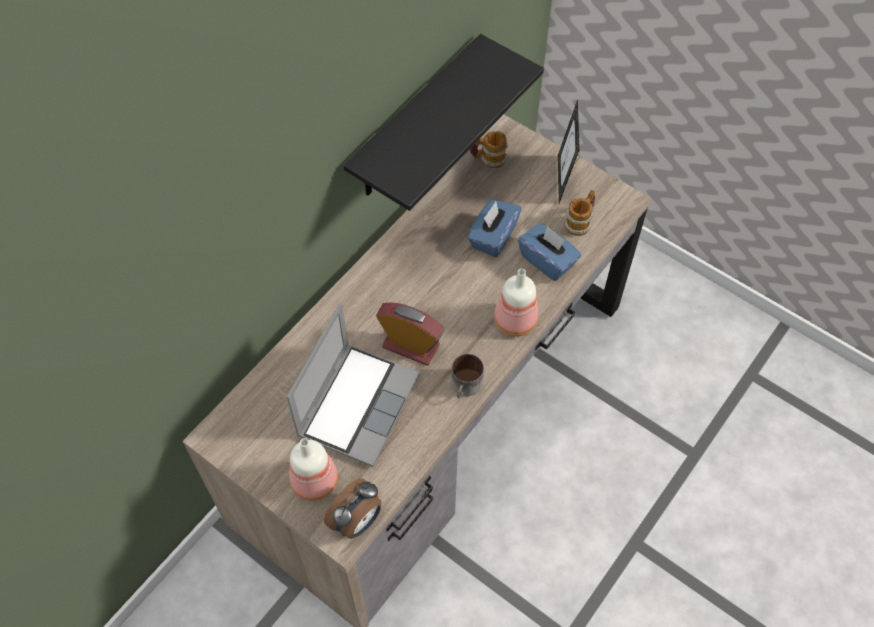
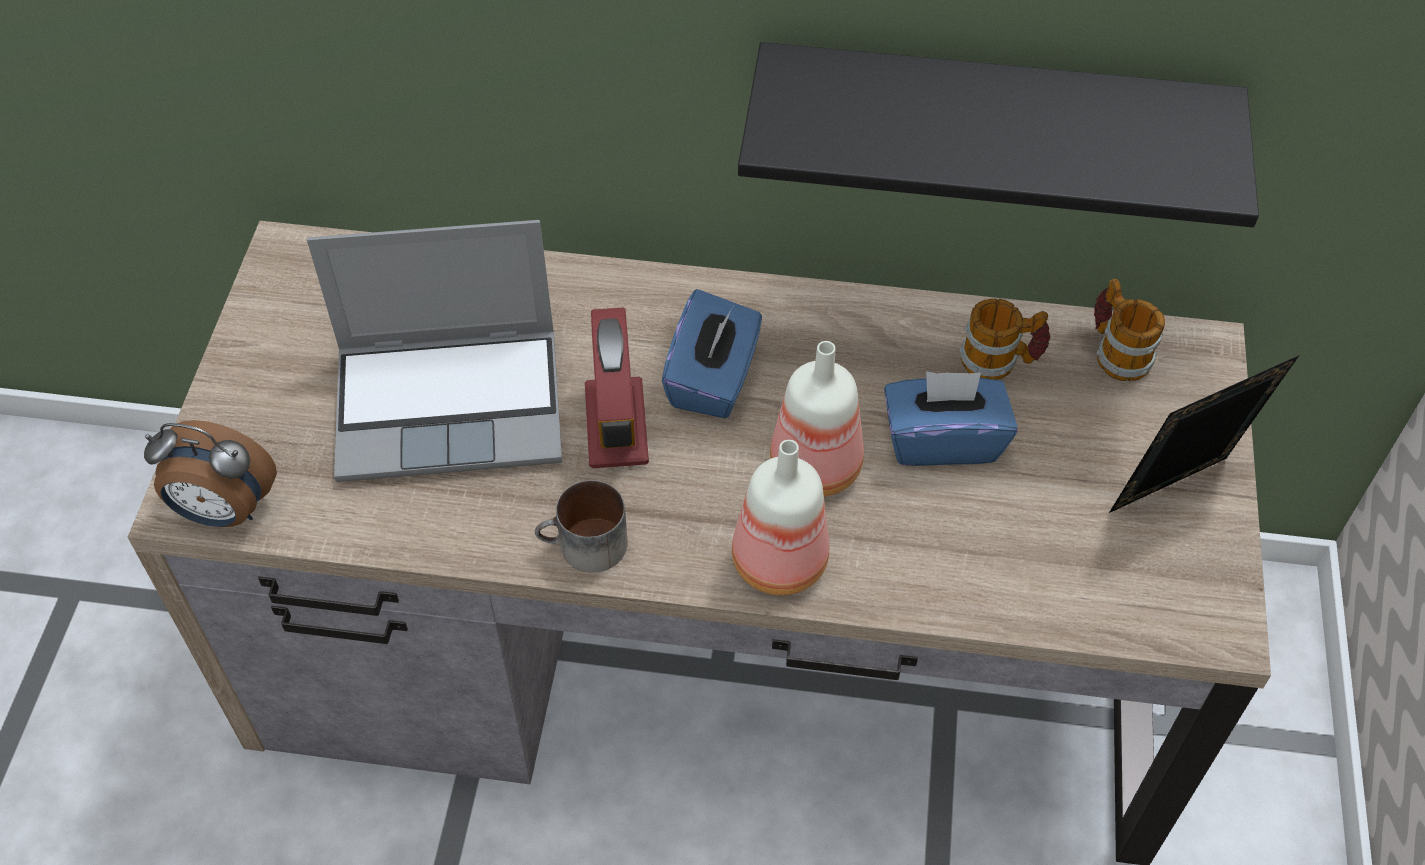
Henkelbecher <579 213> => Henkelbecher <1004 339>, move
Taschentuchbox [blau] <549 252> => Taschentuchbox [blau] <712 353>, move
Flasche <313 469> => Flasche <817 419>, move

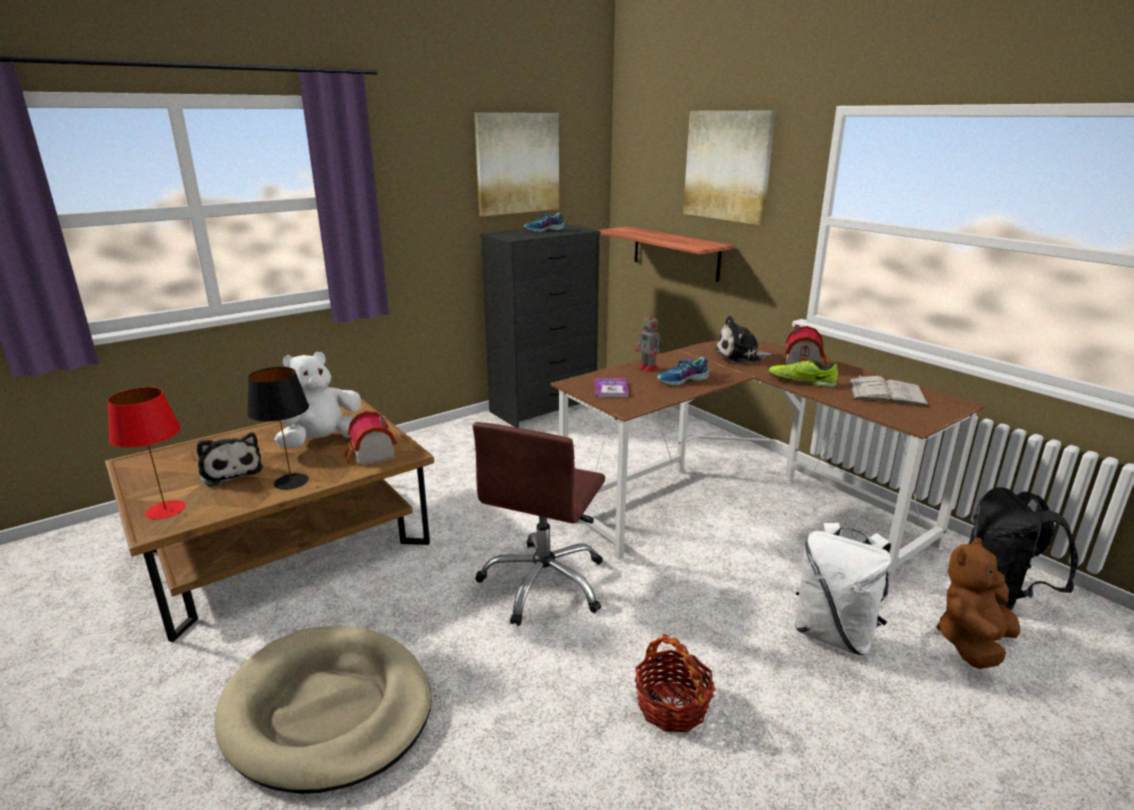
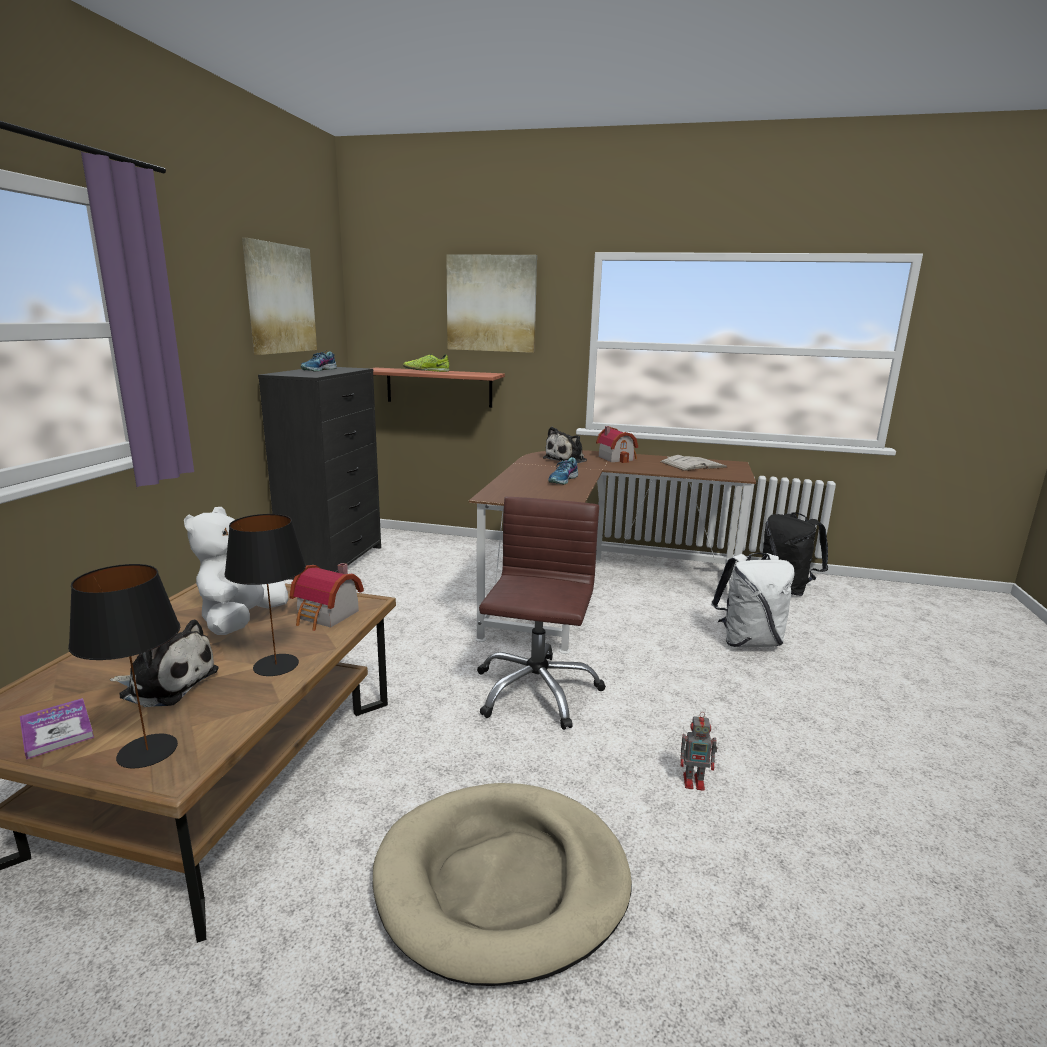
Spielzeugroboter <649 342> => Spielzeugroboter <698 751>, move
Schuh <803 373> => Schuh <426 363>, move
Buch <612 388> => Buch <57 729>, move
Tischlampe [rot] <146 453> => Tischlampe [schwarz] <124 666>
Bürostuhl [braun] <539 524> => Bürostuhl [braun] <541 613>, 150 degrees counterclockwise
Plüschtier [braun] <978 603> => nothing
Korb <675 683> => nothing

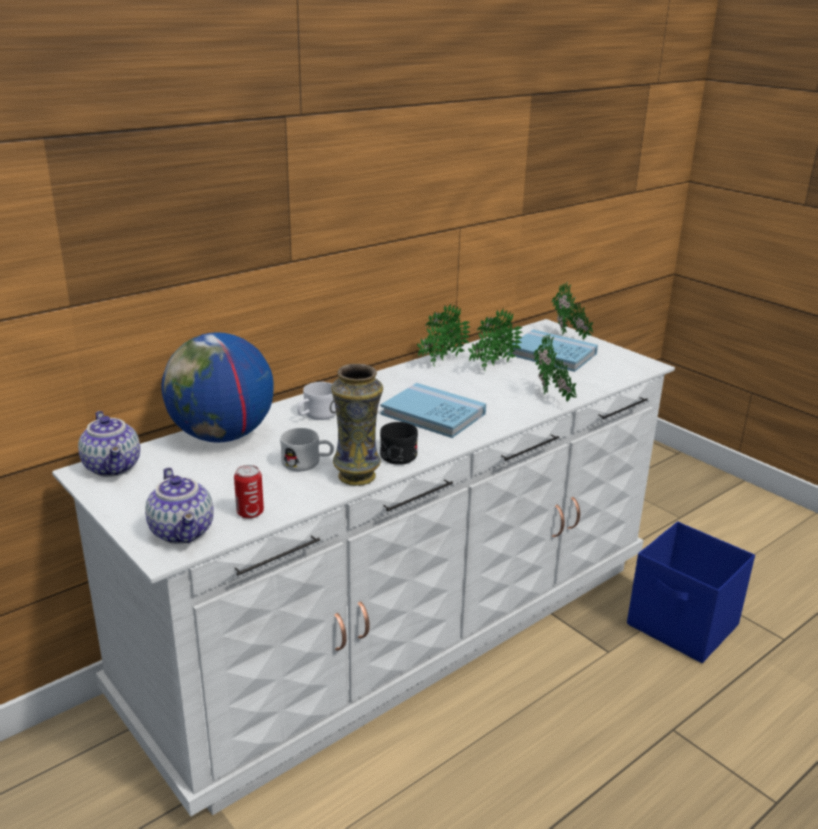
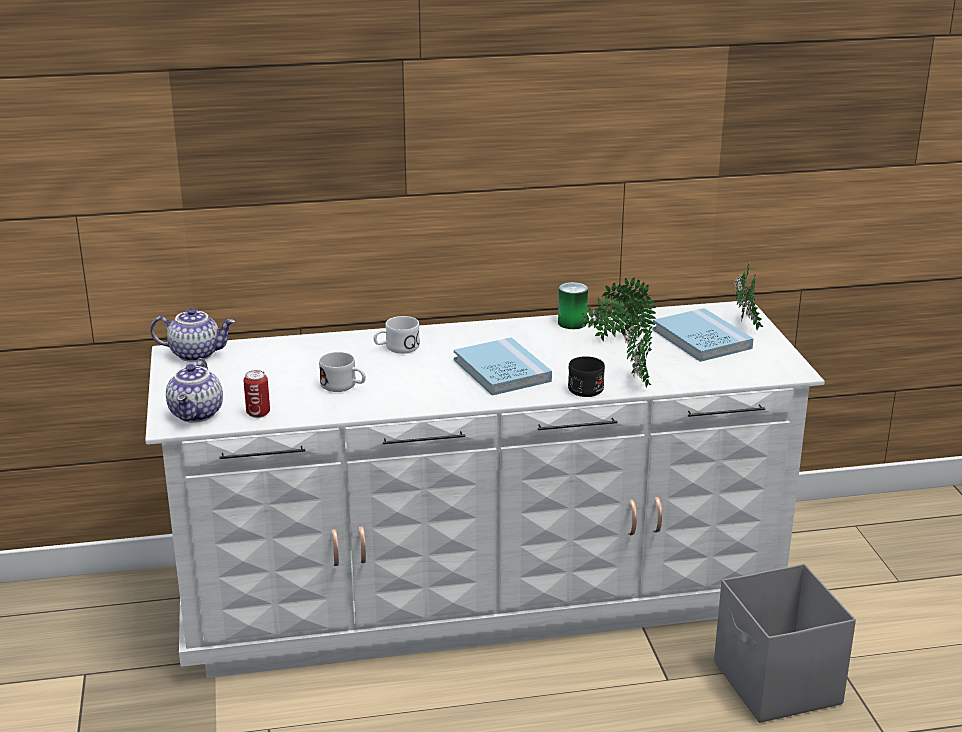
Topfpflanze <443 335> => Dose <573 305>
Globus <217 388> => nothing
Vase <357 425> => nothing
Teekanne <109 444> => Teekanne <192 335>, 90 degrees counterclockwise
Henkelbecher [schwarz] <399 443> => Henkelbecher [schwarz] <586 376>, move
Aufbewahrungsbox [blau] <691 592> => Aufbewahrungsbox [grau] <785 643>

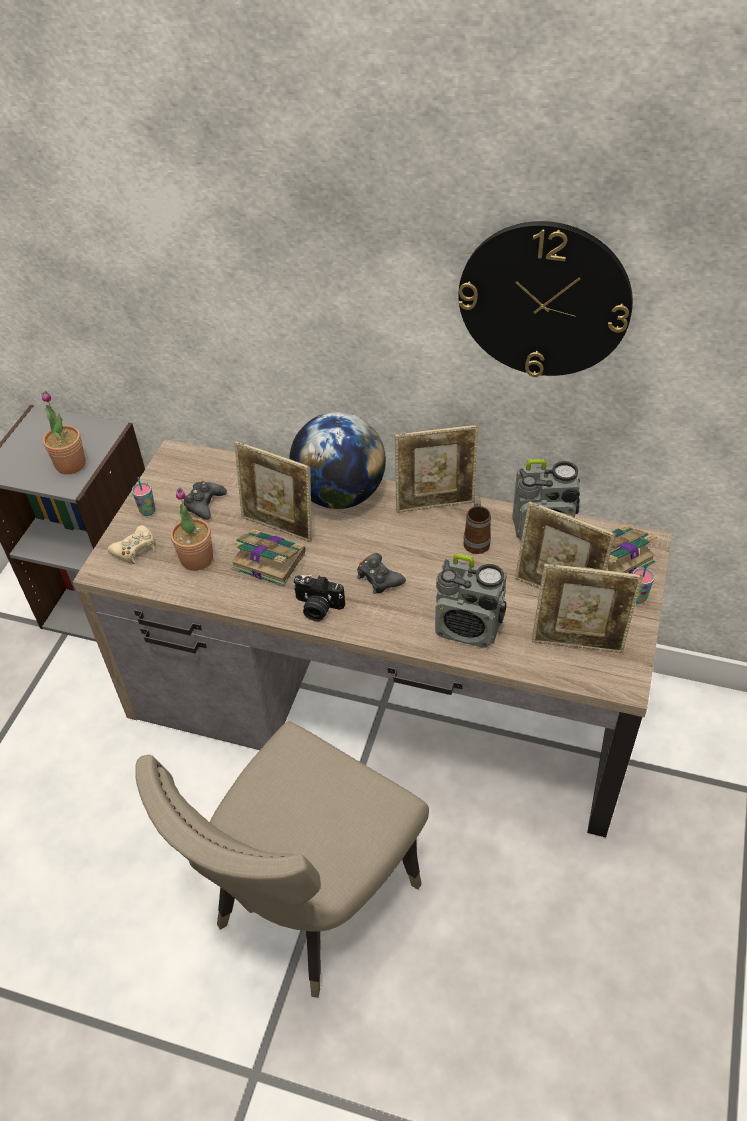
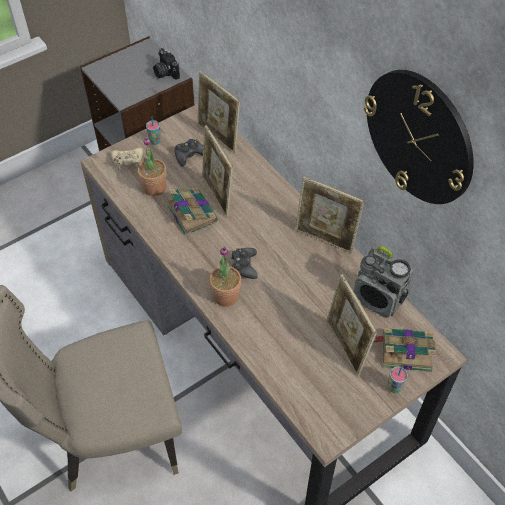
Topfpflanze <64 432> => Topfpflanze <225 277>, move
Globus <337 460> => nothing
Henkelbecher <477 525> => nothing
Radio <471 601> => nothing
Bilderrahmen <587 608> => Bilderrahmen <218 112>, move
Kamera <319 598> => Kamera <166 64>, move

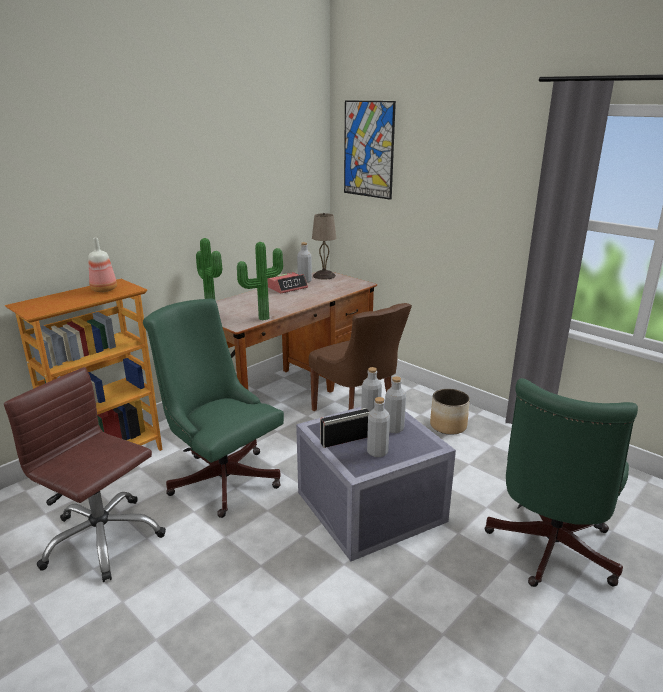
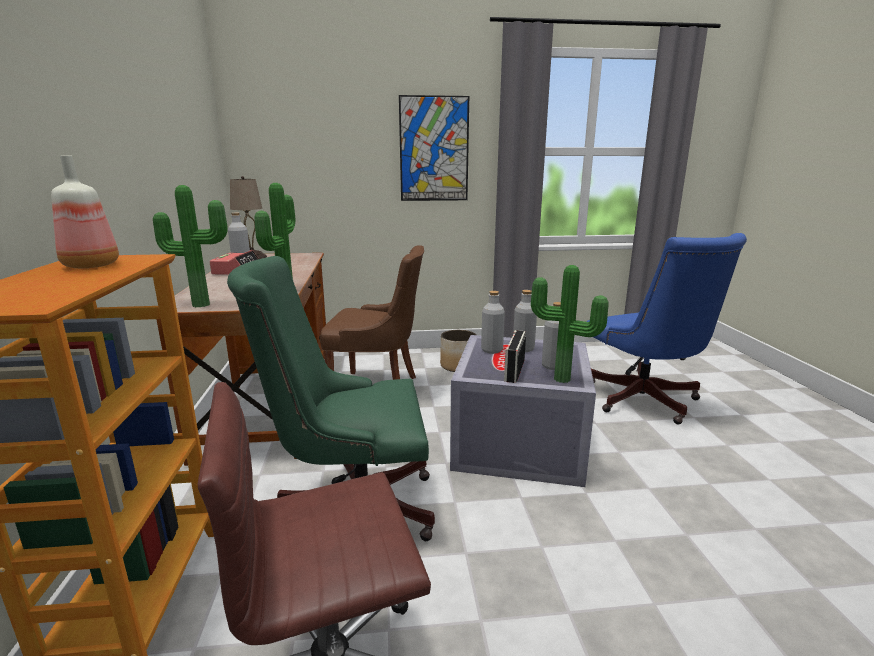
Bild <370 150> => Bild <434 148>, move
Bürostuhl [grün] <561 482> => Bürostuhl [blau] <667 329>
nothing => Topfpflanze <569 324>

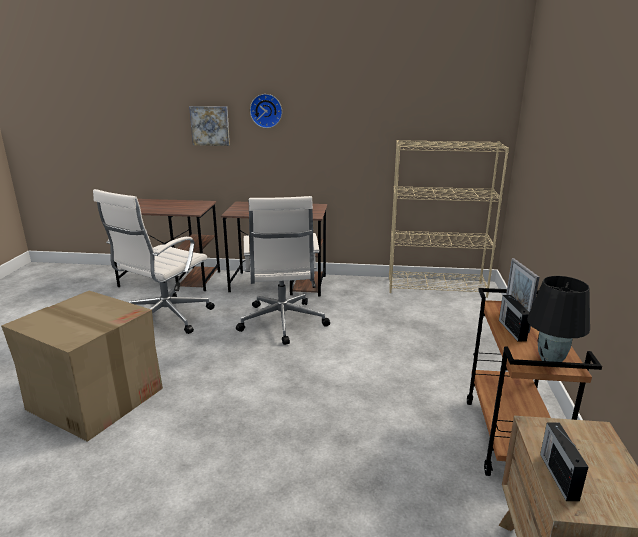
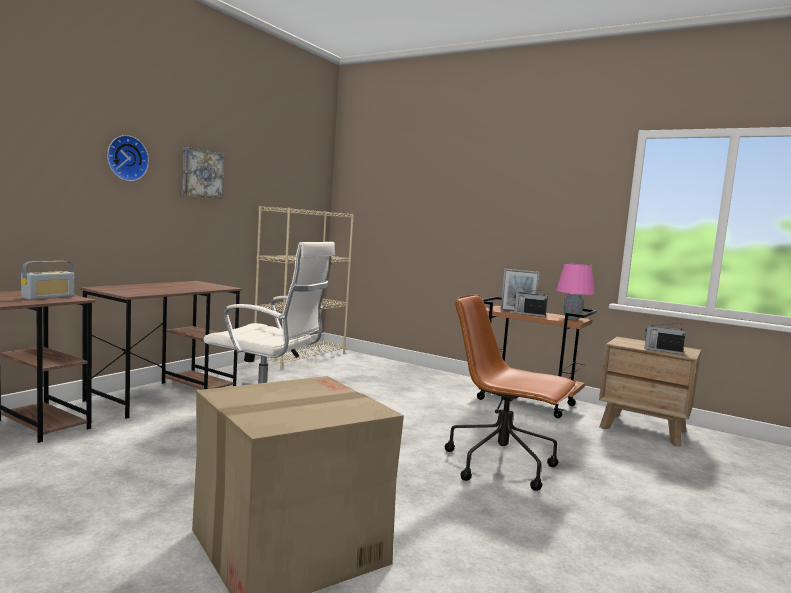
Bild <209 126> => Bild <203 173>, move
Bürostuhl [weiß] <154 261> => nothing
Tischlampe [schwarz] <558 319> => Tischlampe [rosa] <575 291>
nothing => Radio <47 280>
nothing => Bürostuhl [braun] <511 392>

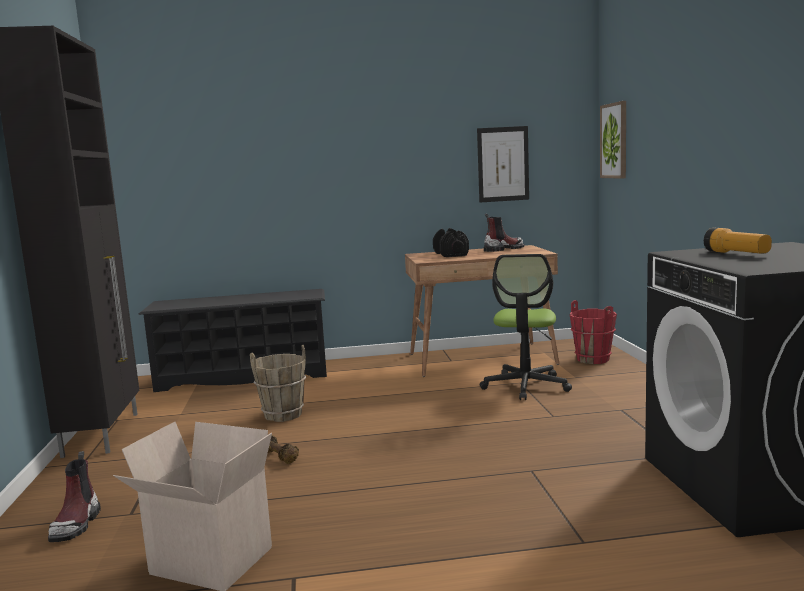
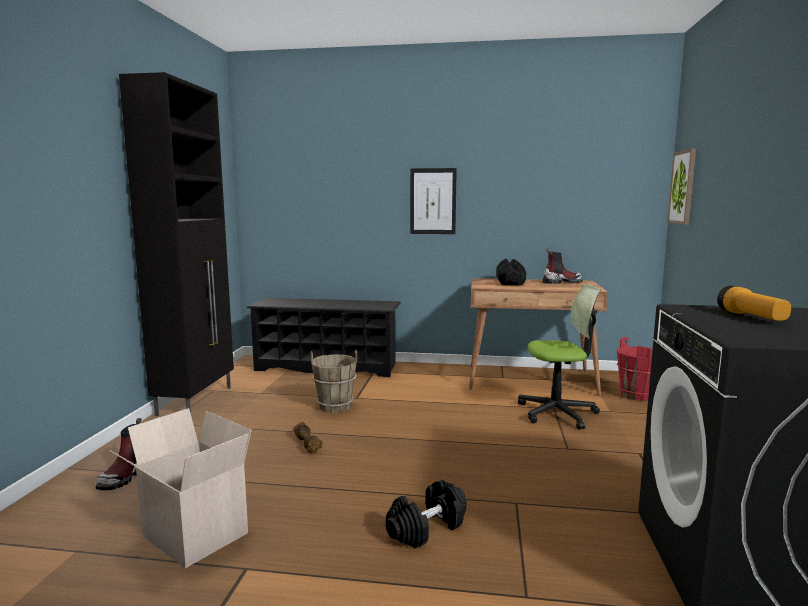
Bild <503 164> => Bild <433 201>, move
Bürostuhl <526 327> => Bürostuhl <559 357>, 120 degrees counterclockwise
nothing => Hantel [schwarz] <426 514>

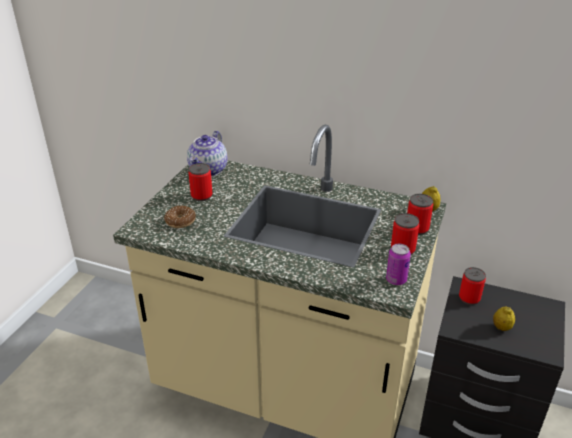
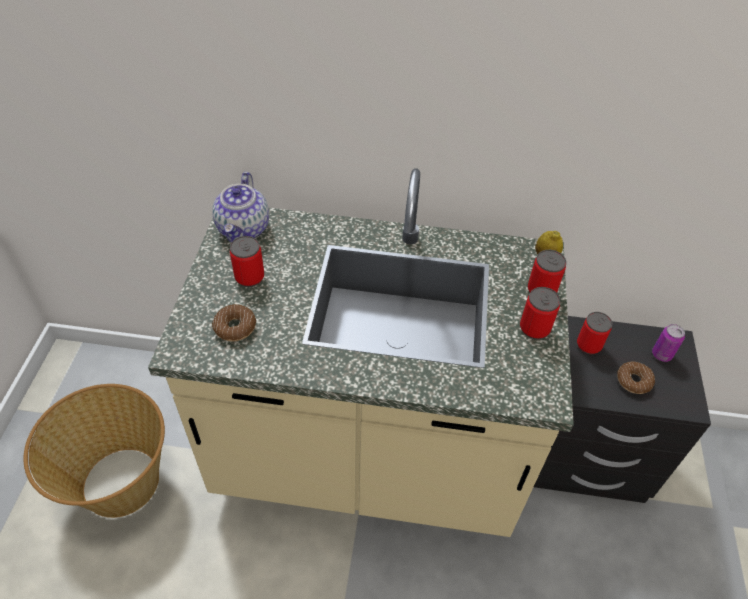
Dose <398 264> => Dose <668 343>, move
Zitrone <504 319> => Donut <636 378>
nothing => Korb <94 451>

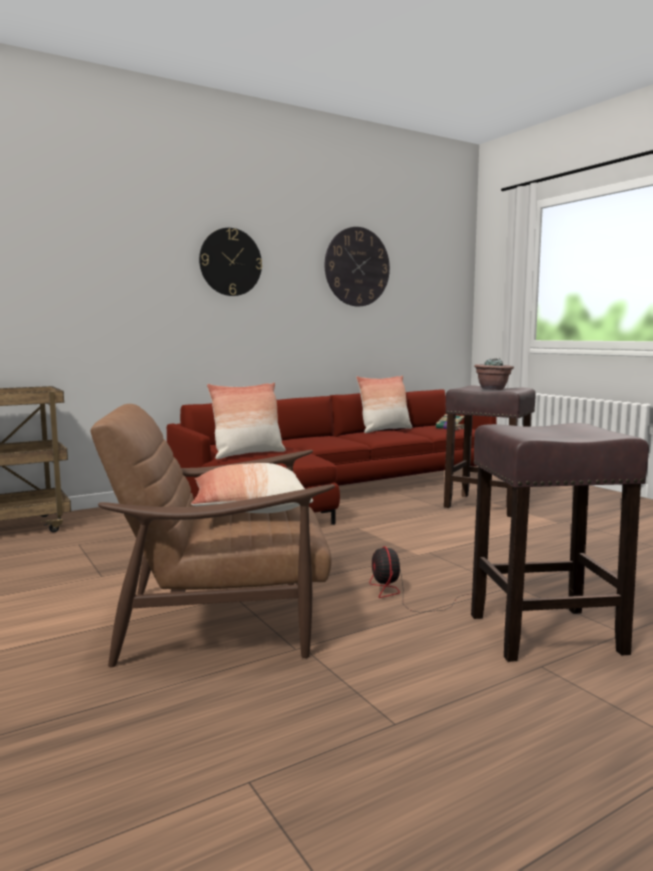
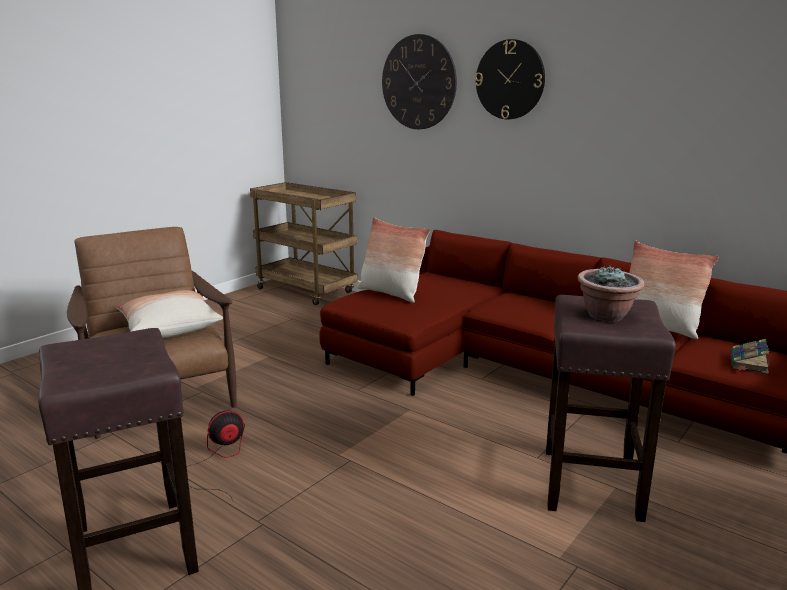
Wanduhr <357 266> => Wanduhr <419 81>, move

